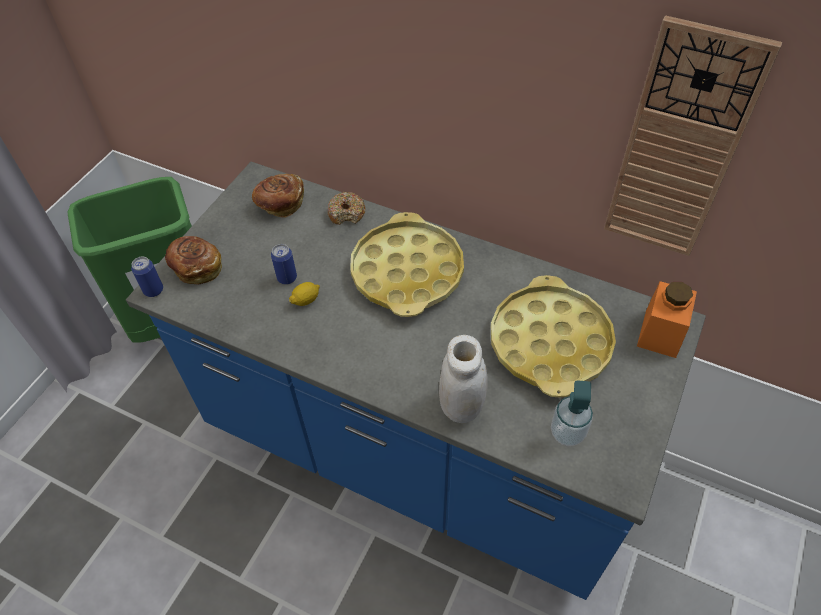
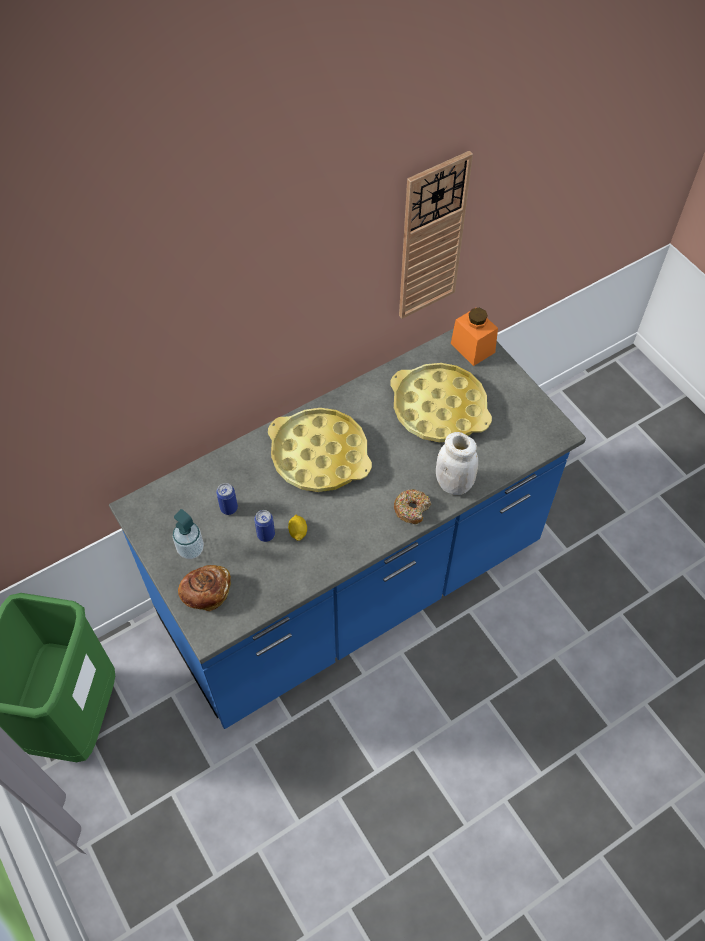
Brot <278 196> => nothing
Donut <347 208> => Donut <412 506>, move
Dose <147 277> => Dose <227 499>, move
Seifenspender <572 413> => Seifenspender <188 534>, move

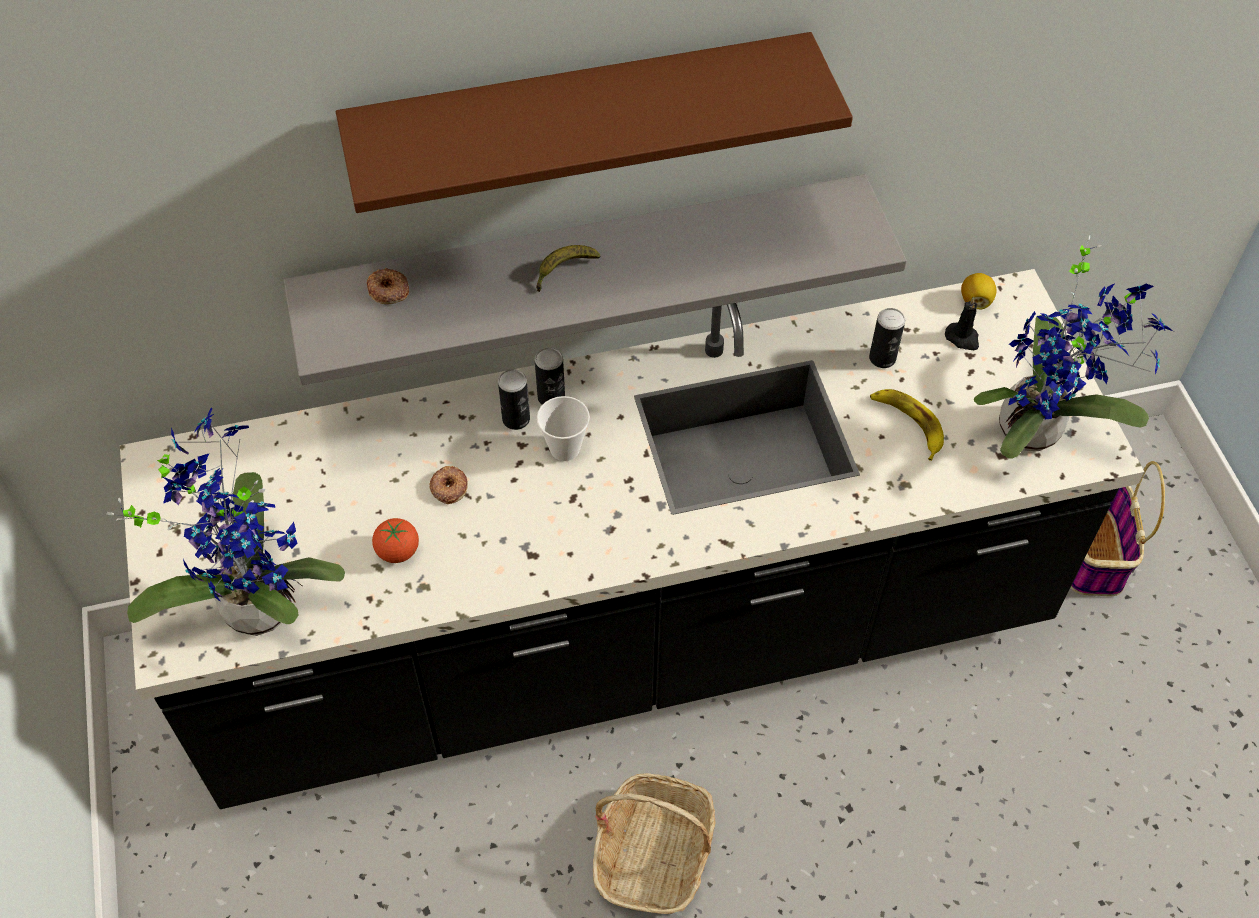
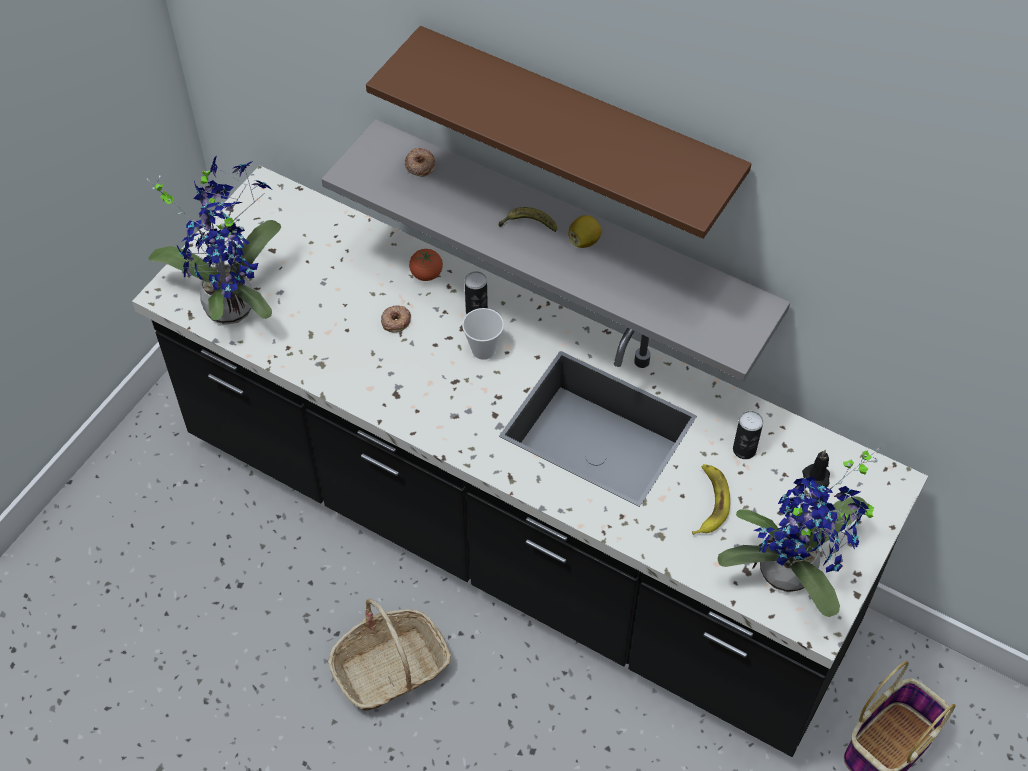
Zitrone <978 291> => Zitrone <585 231>, move
Dose <550 376> => nothing
Tomate <395 540> => Tomate <426 265>, move

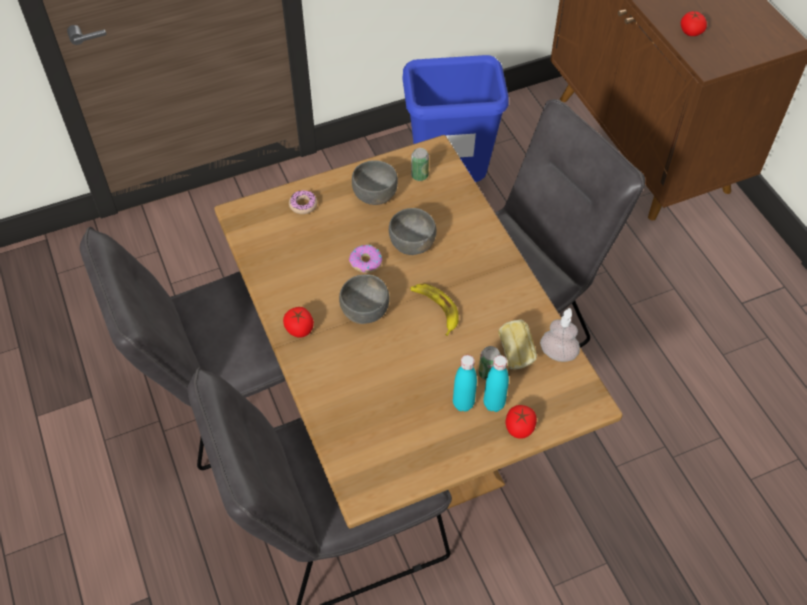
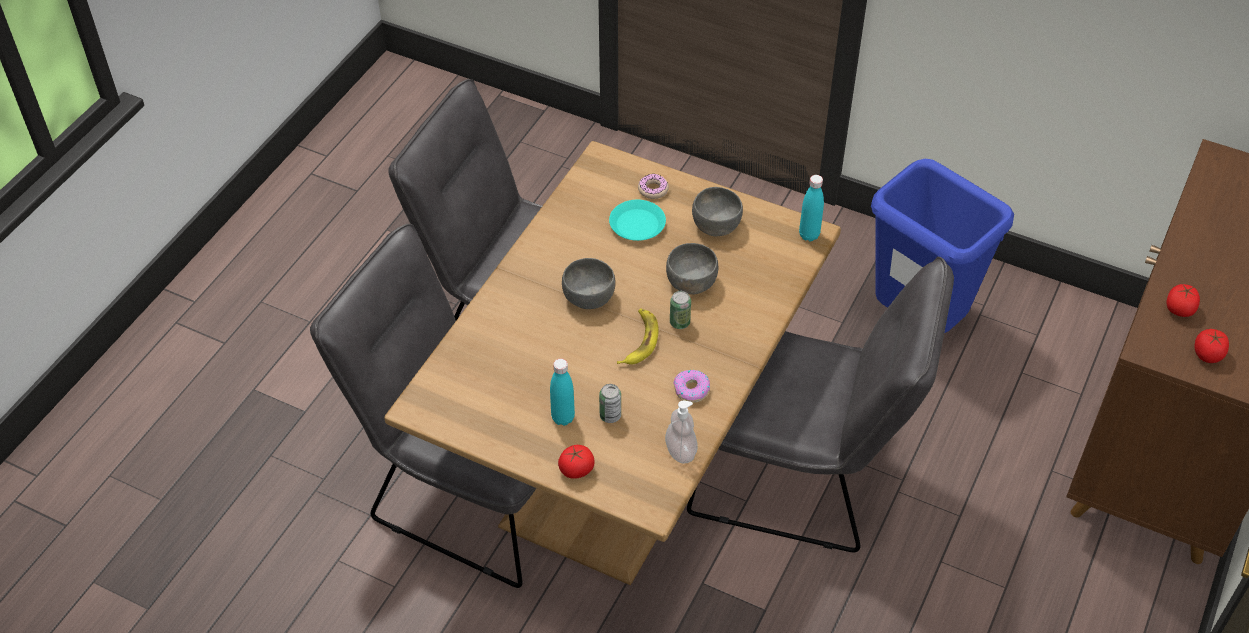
Dose <420 164> => Dose <680 310>, move
Donut <365 259> => Donut <691 386>, move
Tomate <298 322> => Tomate <1211 346>, move
Brot <517 344> => nothing
Flasche [türkis] <496 383> => Flasche [türkis] <811 208>, move
nothing => Teller [türkis] <637 220>

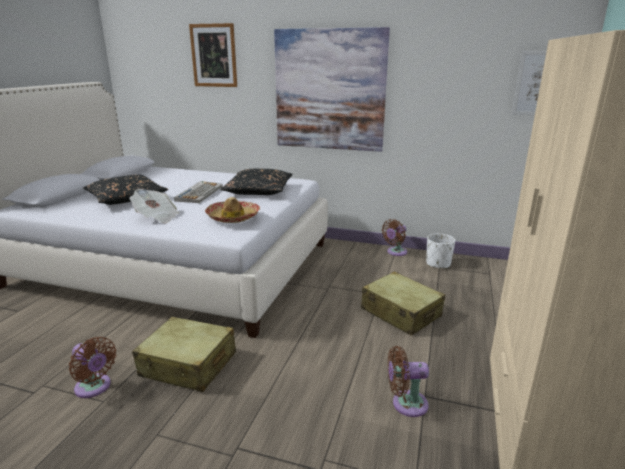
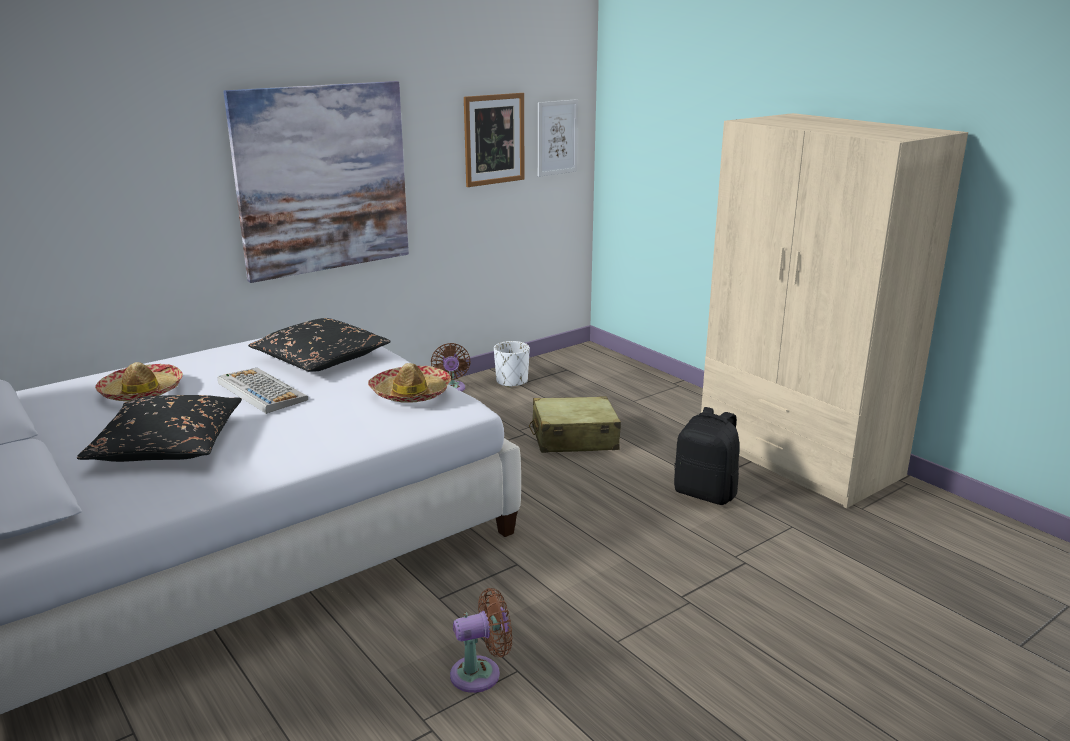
Bild <213 55> => Bild <494 140>, move
Zeitung <155 206> => nothing
Koffer [beige] <184 354> => nothing
Ventilator [braun] <408 381> => Rucksack [schwarz] <706 456>
nothing => Hut <139 381>

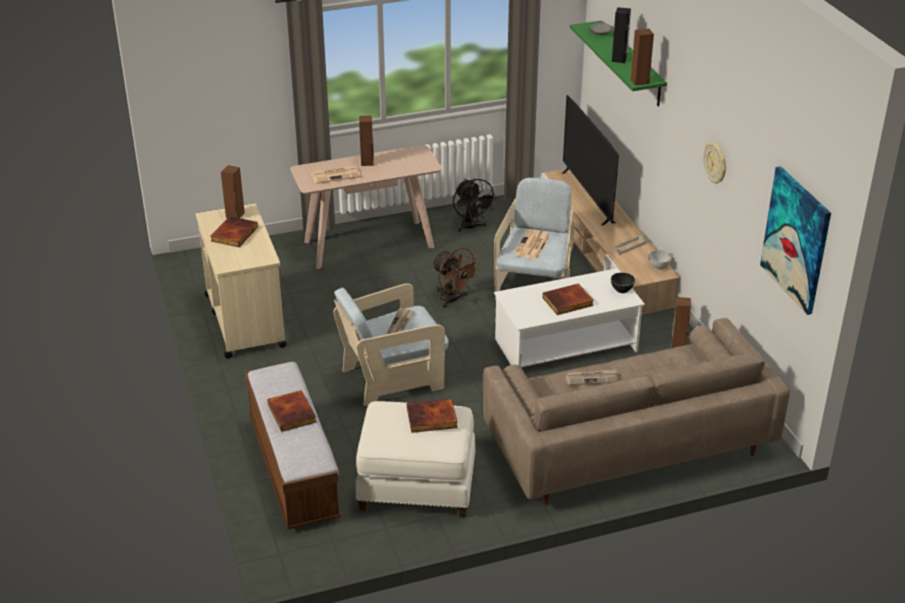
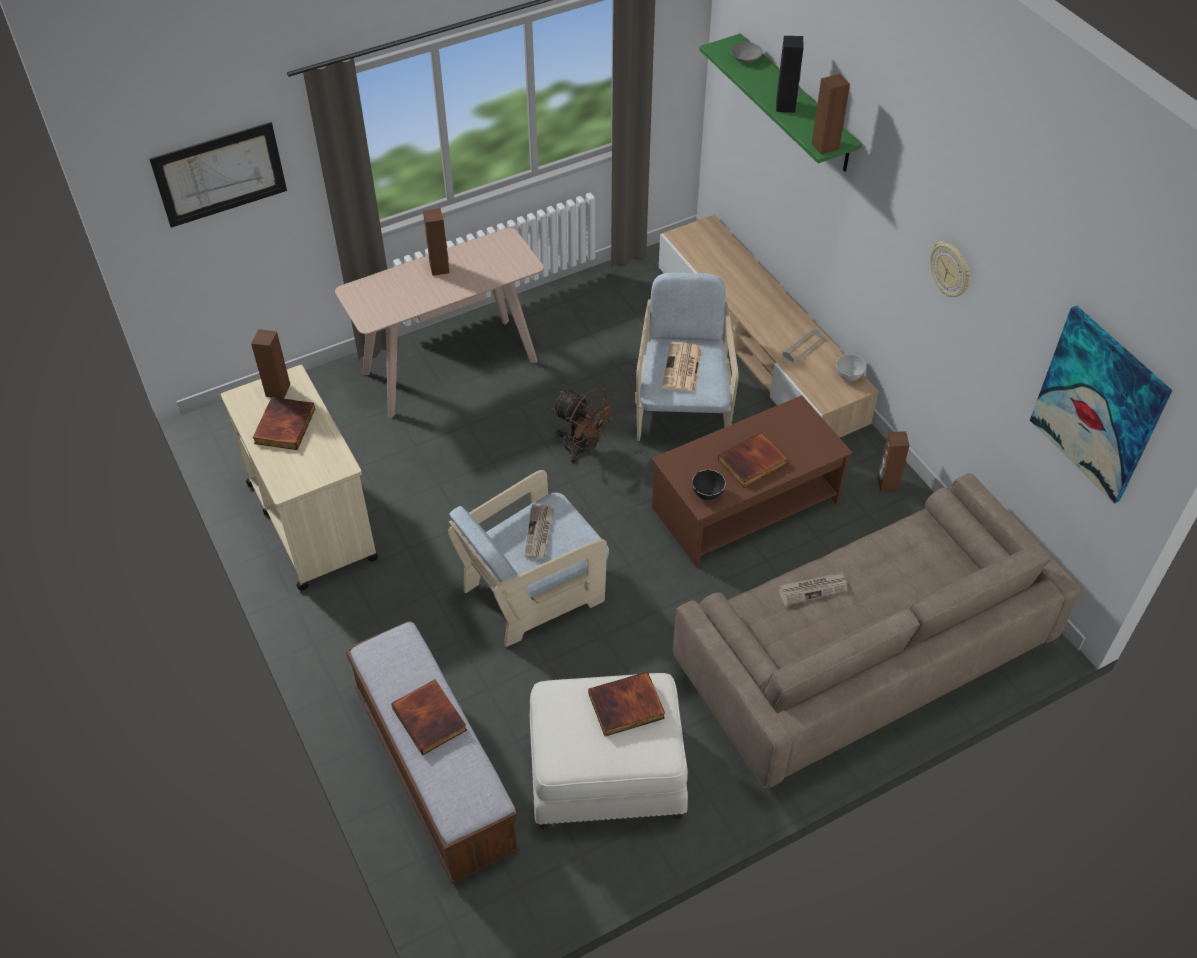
Fernseher <590 160> => nothing
Zeitung <336 175> => nothing
Ventilator [schwarz] <475 205> => nothing
Couchtisch [weiß] <569 317> => Couchtisch [braun] <752 481>
Schüssel [schwarz] <623 282> => Schüssel [schwarz] <709 485>, move
nothing => Bild <218 175>

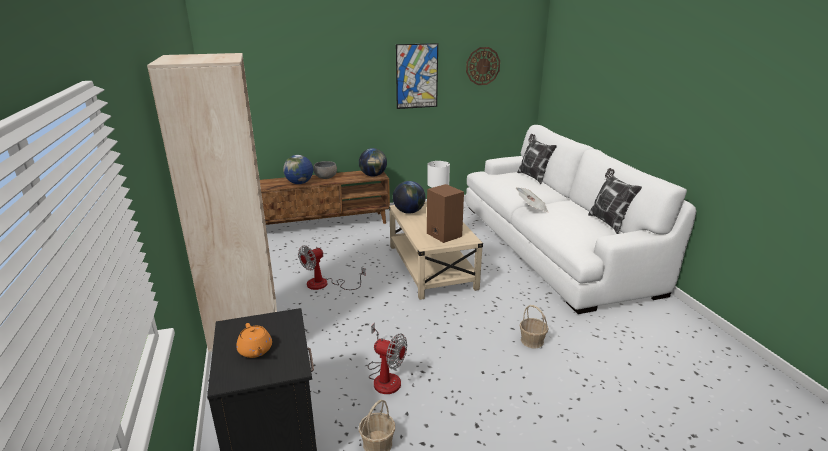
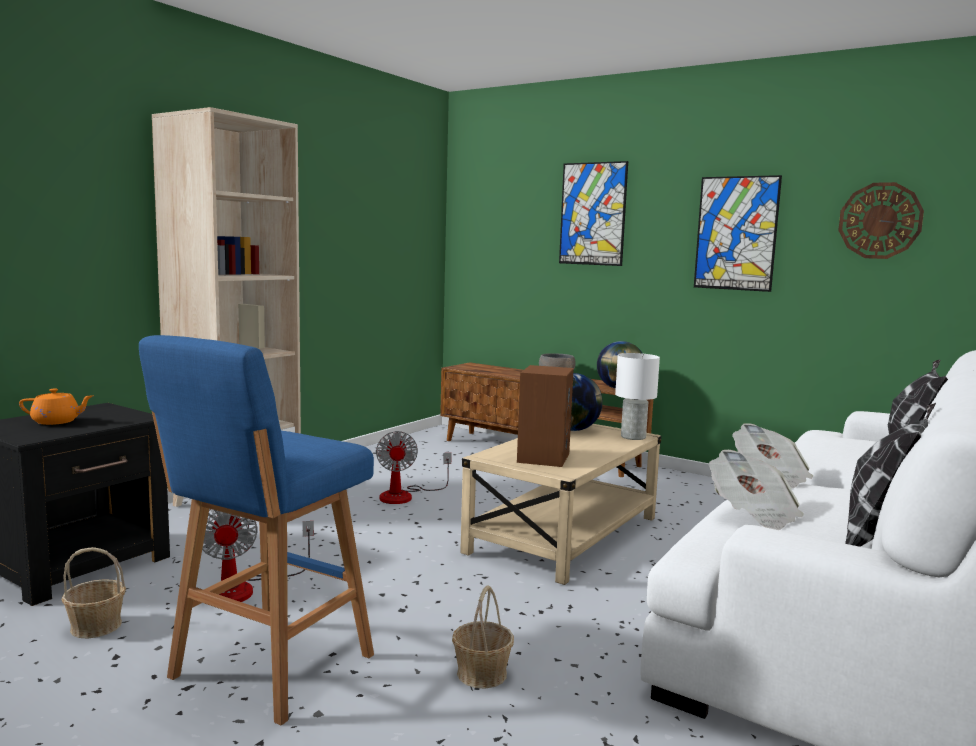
Globus <298 169> => nothing
Ventilator <332 267> => Ventilator <414 467>, 105 degrees counterclockwise
Teekanne [orange] <254 340> => Teekanne [orange] <56 406>, 120 degrees counterclockwise
nothing => Bild <593 213>
nothing => Hocker [blau] <256 530>
nothing => Zeitung <756 490>

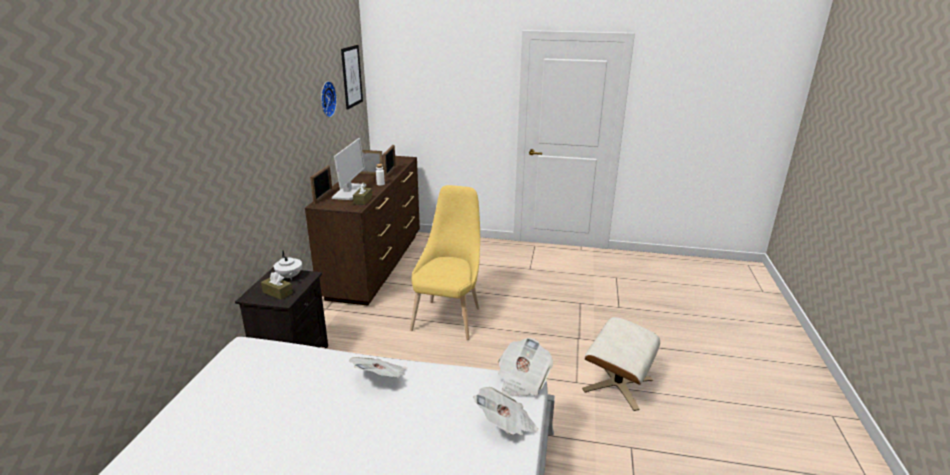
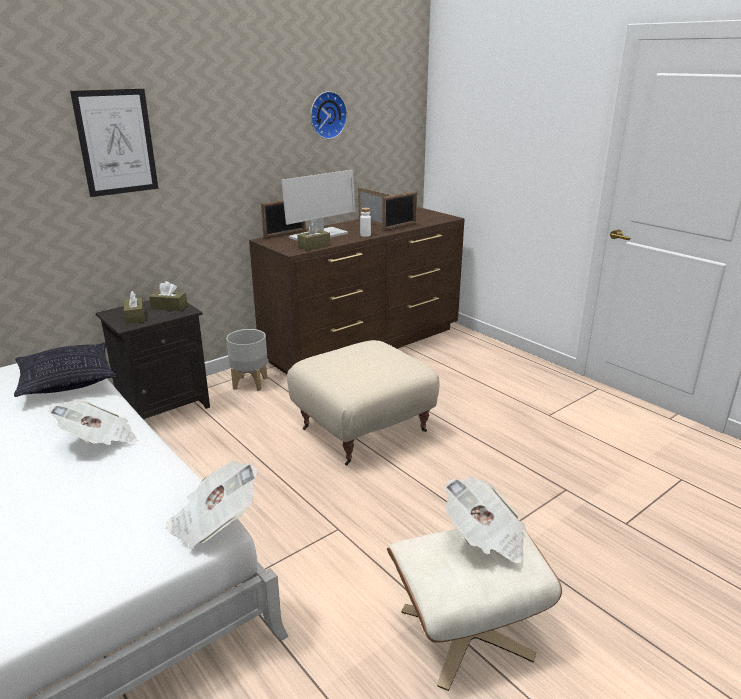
Bild <352 77> => Bild <114 143>, move
Stuhl [gelb] <445 262> => Polsterhocker [beige] <363 403>
Teekanne [weiß] <288 265> => Taschentuchbox [braun] <168 296>
Zeitung <505 411> => Zeitung <485 520>, move
nothing => Pflanzkübel [grau] <247 360>
nothing => Kissen <65 370>

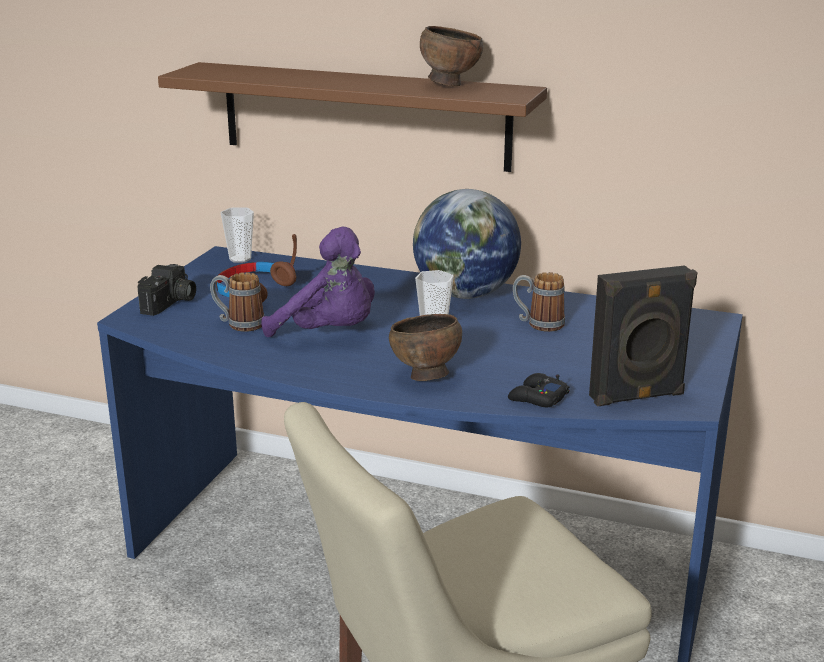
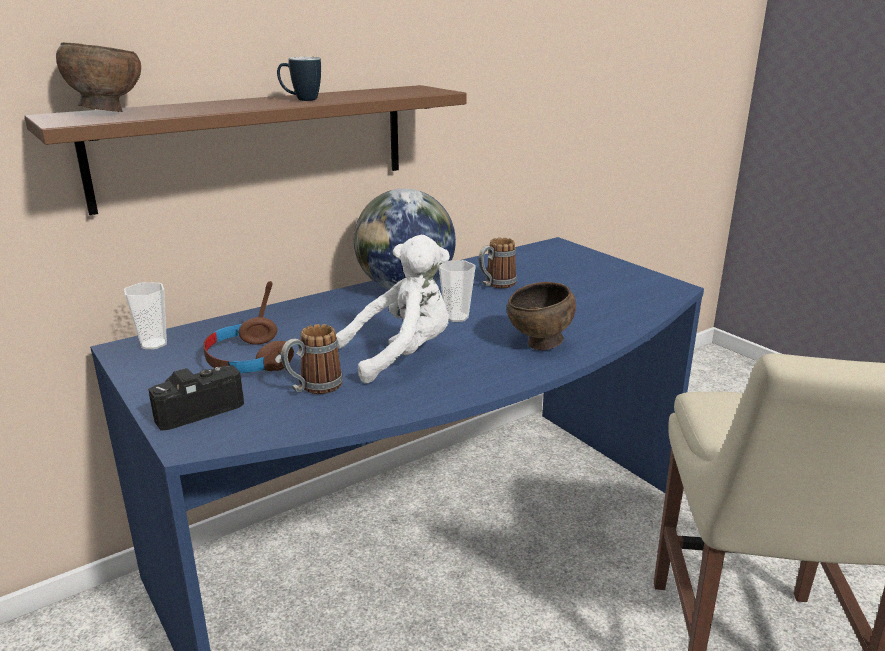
Schüssel [braun] <451 56> => Schüssel [braun] <98 77>, move
Plüschtier [lila] <318 282> => Plüschtier [weiß] <393 309>
Kamera <167 290> => Kamera <196 398>, 90 degrees counterclockwise
Lautsprecher [schwarz] <643 336> => nothing
Gamepad [schwarz] <538 390> => nothing
nothing => Henkelbecher <299 79>

